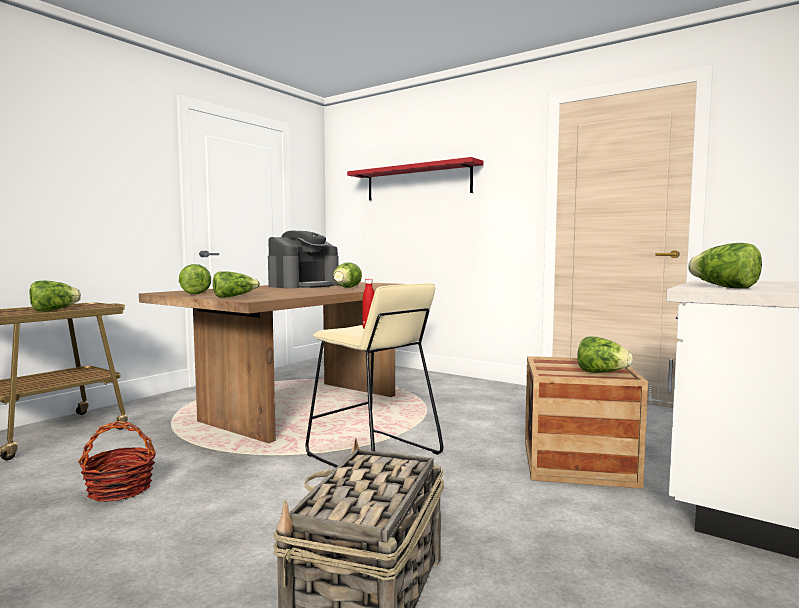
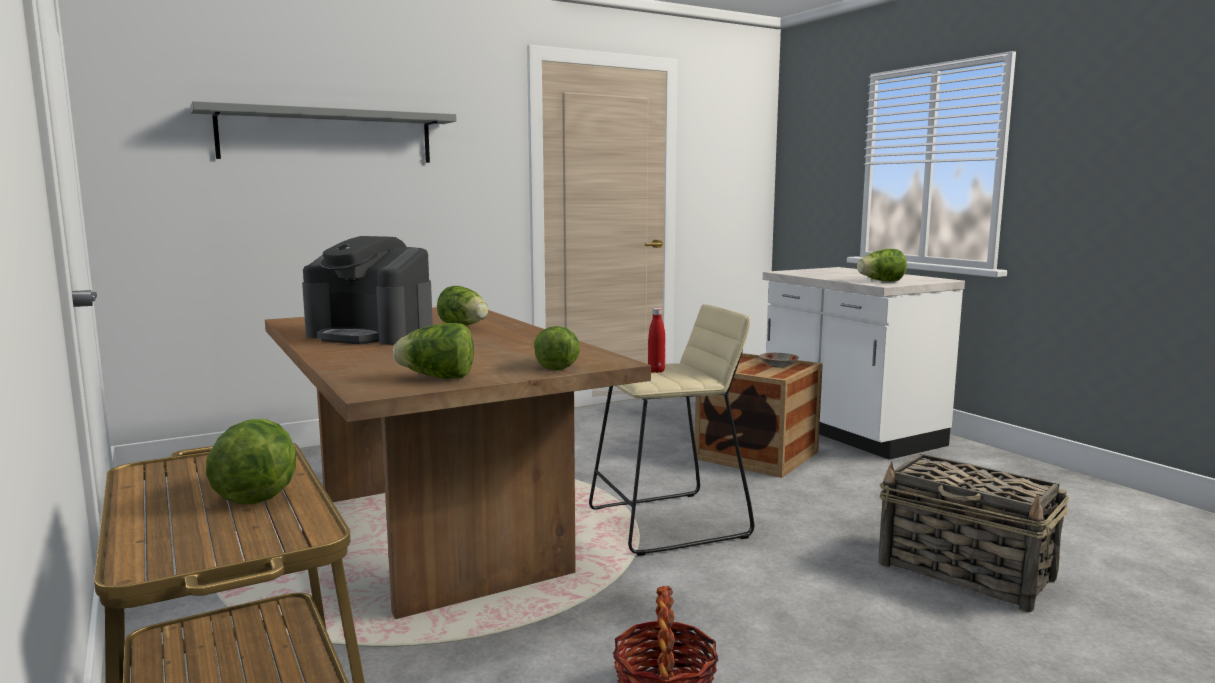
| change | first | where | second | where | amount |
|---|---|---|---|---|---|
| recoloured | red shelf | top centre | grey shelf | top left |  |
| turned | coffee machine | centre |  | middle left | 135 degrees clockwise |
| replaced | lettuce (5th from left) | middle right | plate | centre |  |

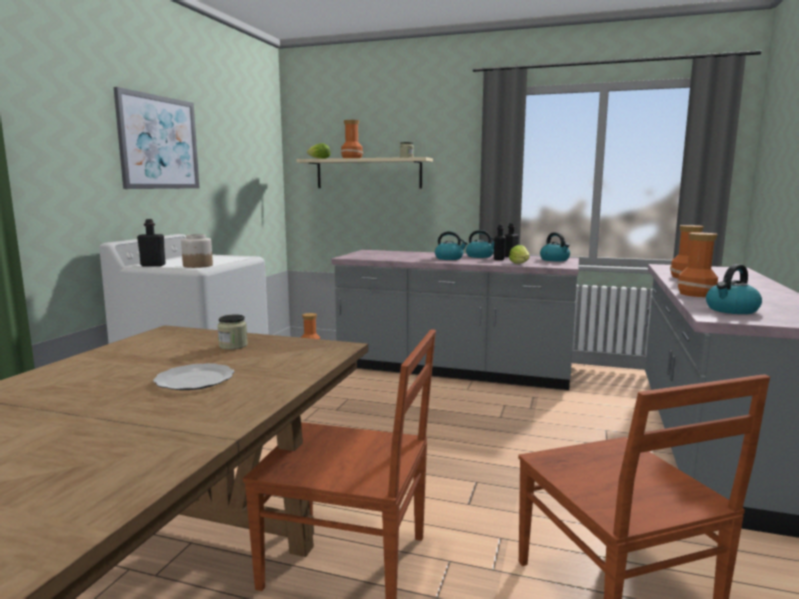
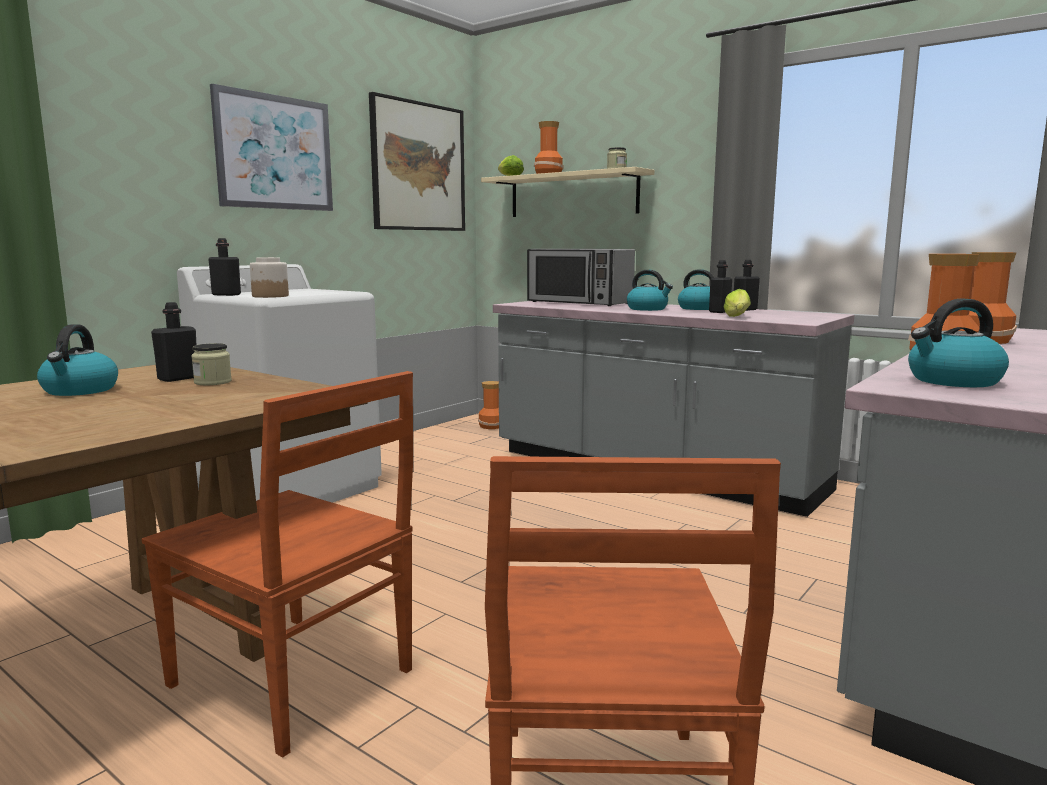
| change | first | where | second | where | amount |
|---|---|---|---|---|---|
| moved | kettle (3rd from left in the first image) | middle right | kettle (1st from left) | middle left |  |
| added |  |  | black bottle (1st from left) | middle left |  |
| added |  |  | picture (2nd from left) | top centre |  |
| added |  |  | microwave | centre |  |
| removed | plate | middle left |  |  |  |

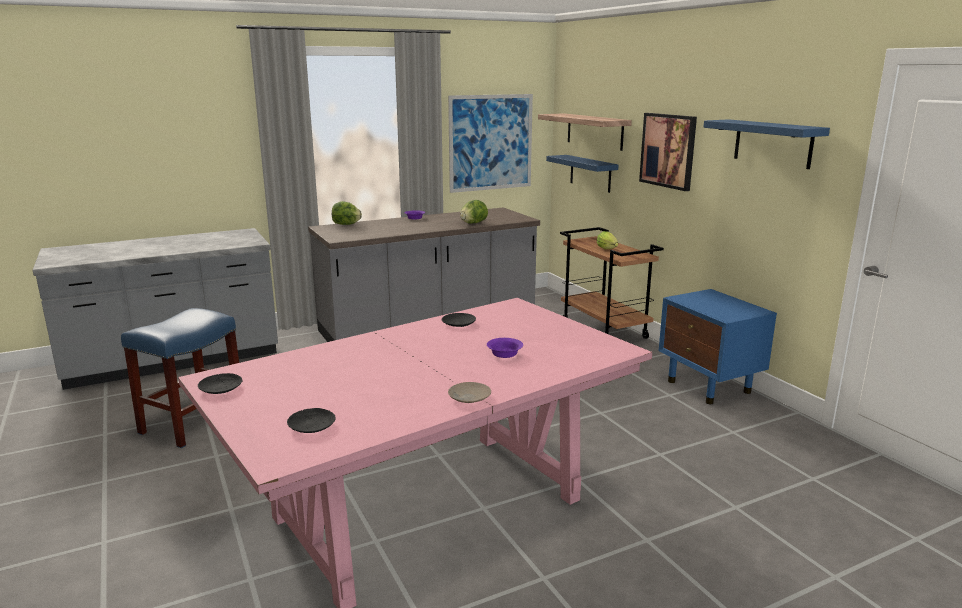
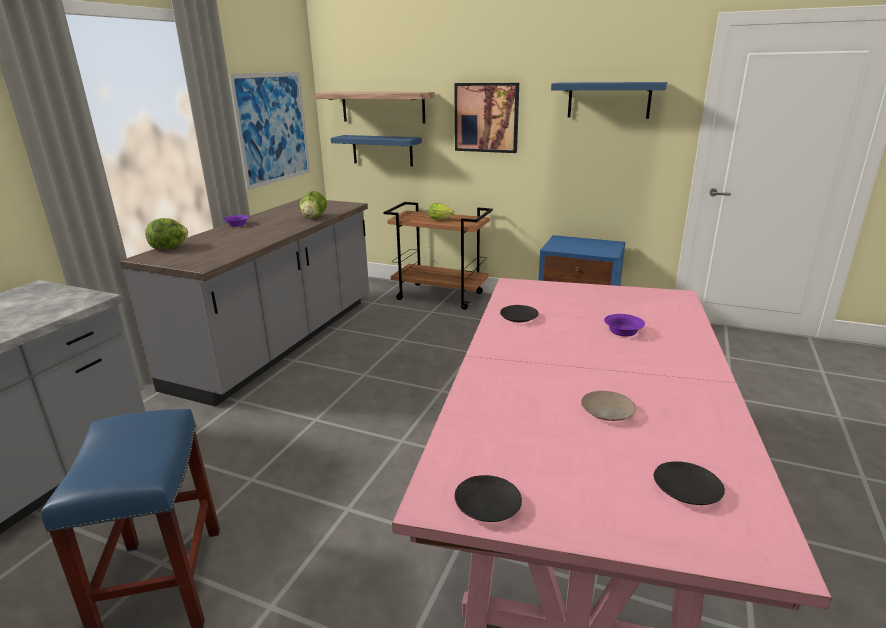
| change | first | where | second | where | amount |
|---|---|---|---|---|---|
| moved | beige plate | centre |  | middle right |  |

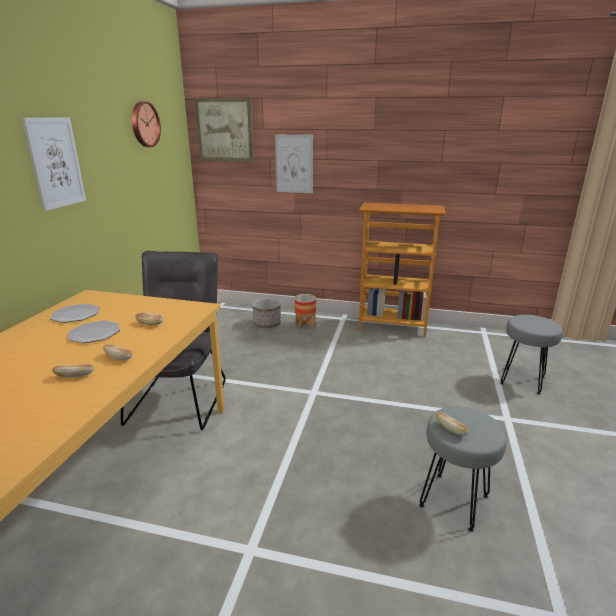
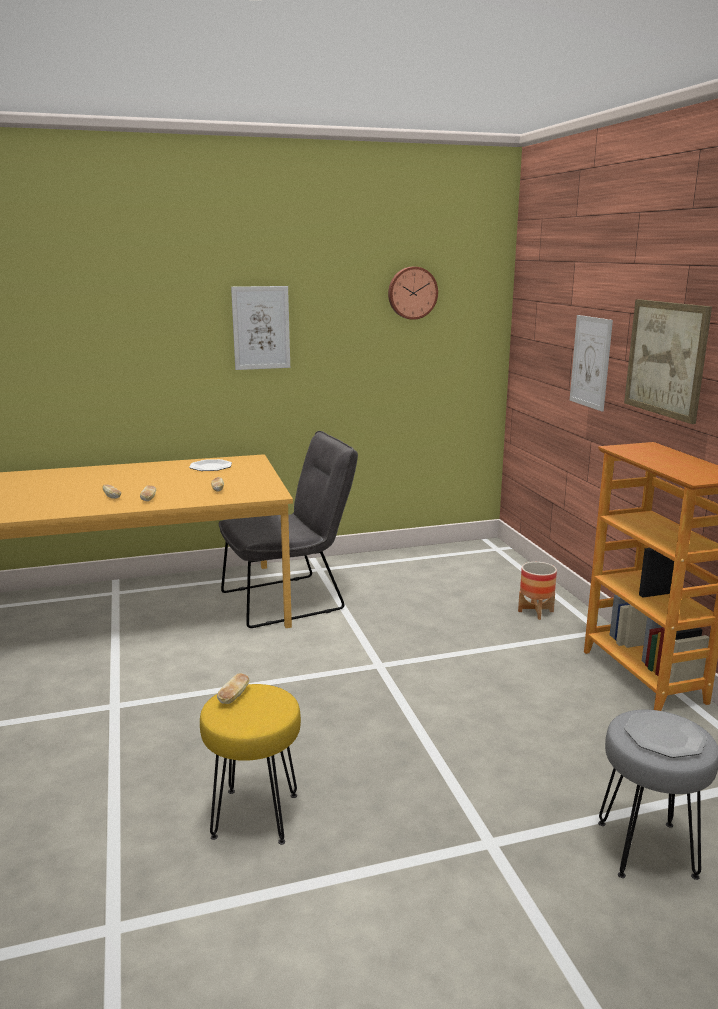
| change | first | where | second | where | amount |
|---|---|---|---|---|---|
| recoloured | grey stool (1st from left) | bottom right | yellow stool | bottom centre |  |
| moved | picture (2nd from left in the first image) | top centre | picture (3rd from left) | middle right |  |
| moved | plate (2nd from left) | middle left |  | bottom right |  |
| removed | planter (1st from left) | centre |  |  |  |

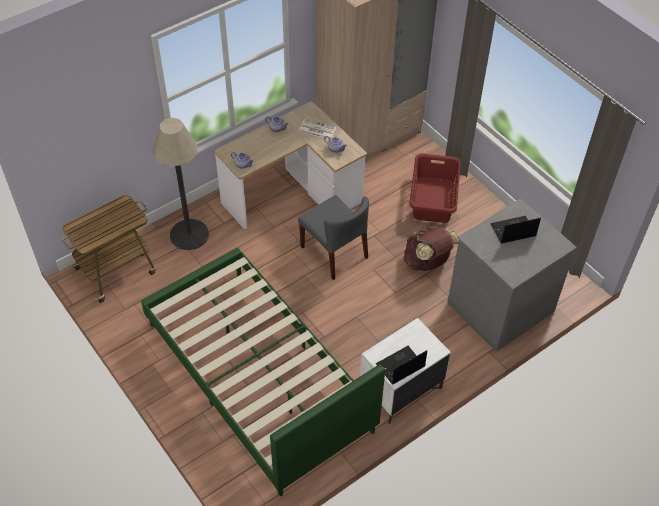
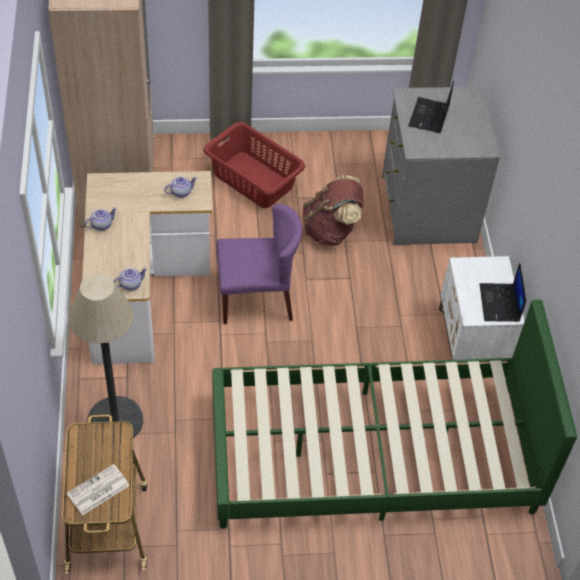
| change | first | where | second | where | amount |
|---|---|---|---|---|---|
| moved | newspaper | top centre |  | bottom left |  |
| recoloured | grey chair | centre | purple chair | centre |  |

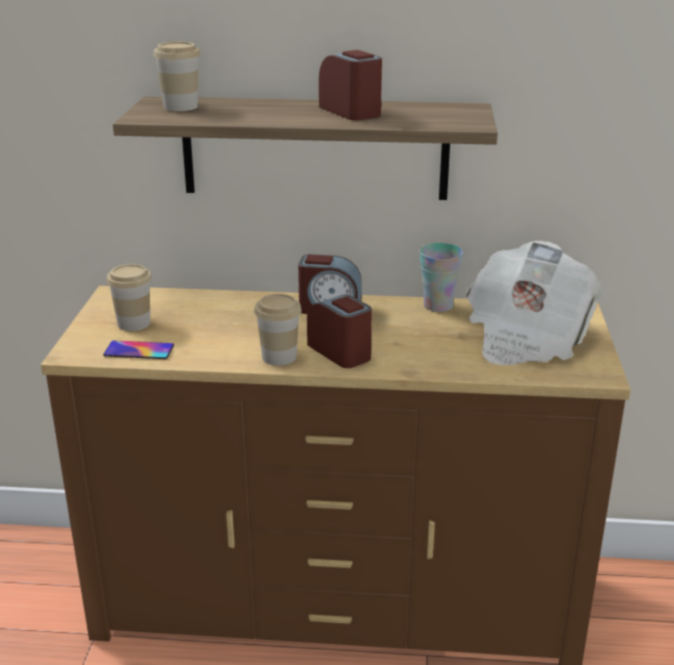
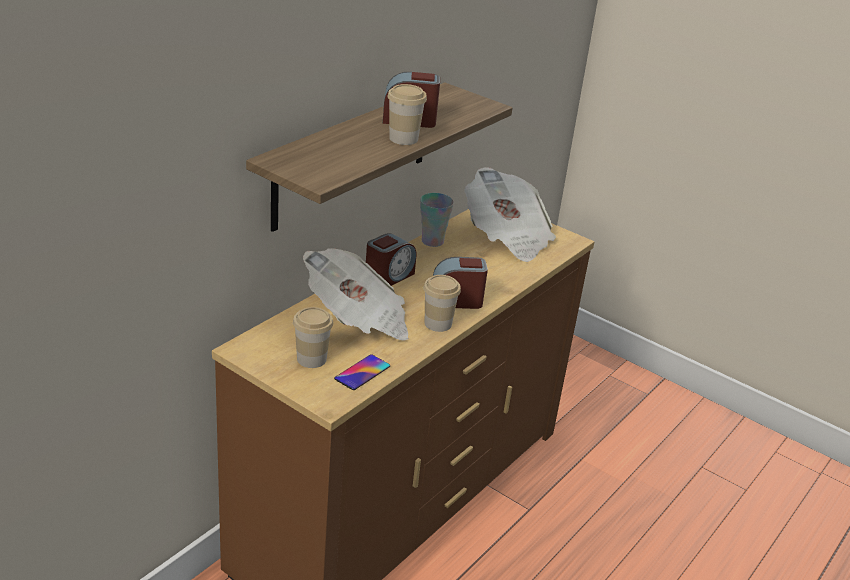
| change | first | where | second | where | amount |
|---|---|---|---|---|---|
| added |  |  | newspaper (1st from left) | centre |  |
| moved | cup (2nd from left) | top left |  | top centre |  |

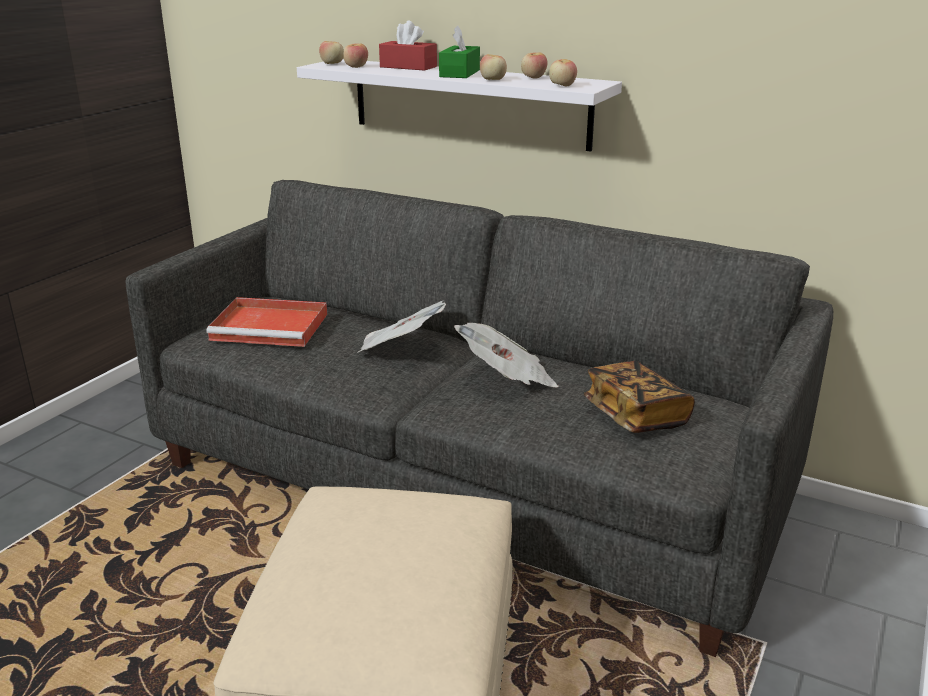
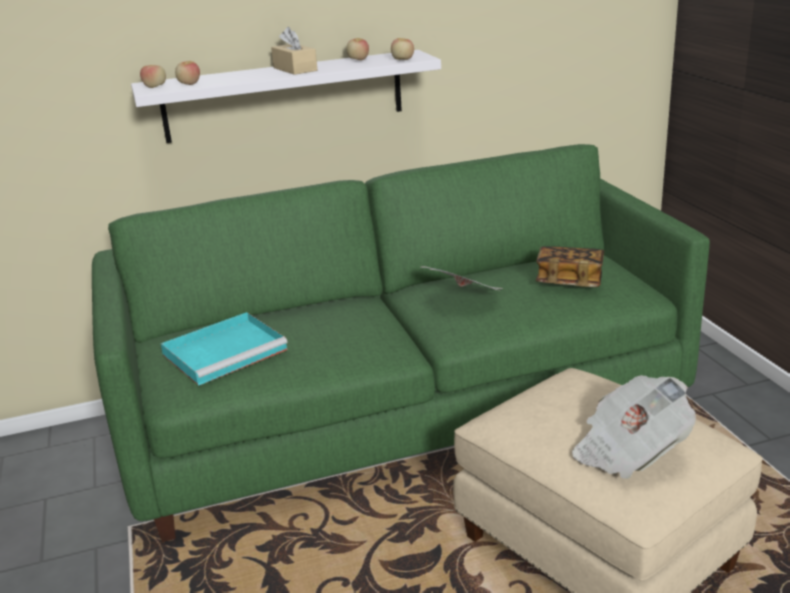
| change | first | where | second | where | amount |
|---|---|---|---|---|---|
| recoloured | grey sofa | centre | green sofa | centre |  |
| recoloured | red tray | middle left | turquoise tray | middle left |  |
| recoloured | green tissue box | top centre | beige tissue box | top centre |  |
| moved | newspaper (1st from left in the first image) | centre | newspaper (2nd from left) | bottom right |  |
| removed | red tissue box | top centre |  |  |  |
| removed | apple (3rd from left) | top centre |  |  |  |

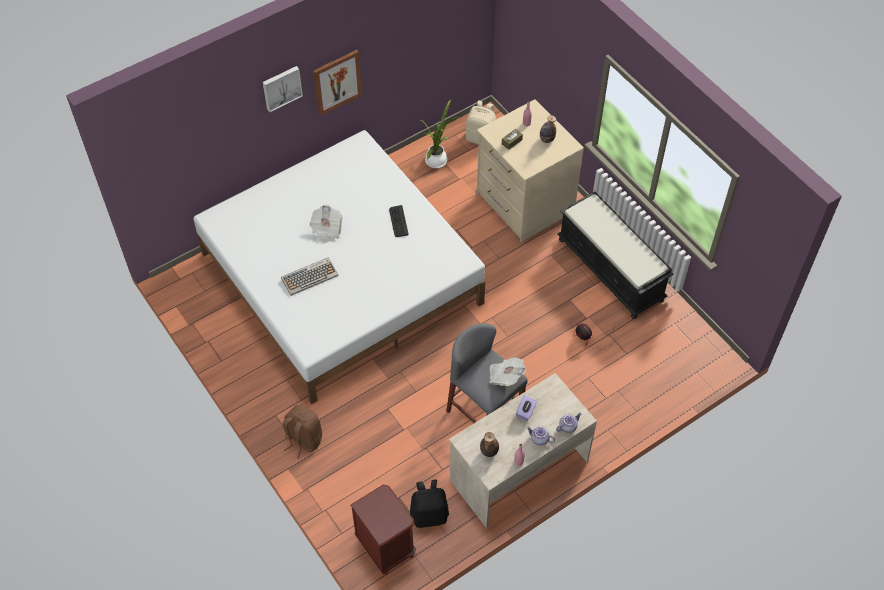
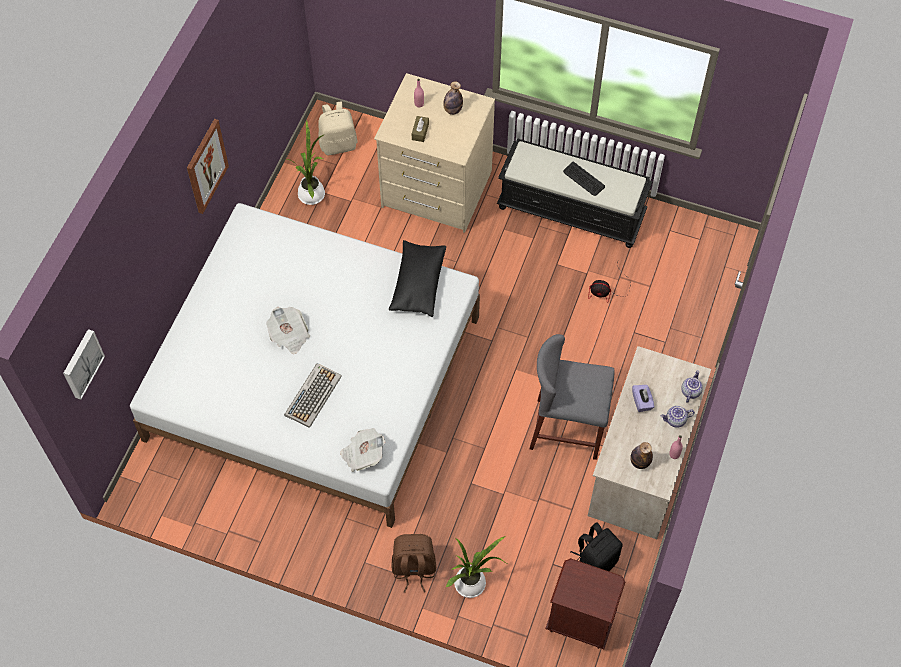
| change | first | where | second | where | amount |
|---|---|---|---|---|---|
| moved | picture (1st from left) | top left |  | middle left |  |
| moved | newspaper (2nd from left) | centre |  | bottom centre |  |
| added |  |  | black pillow | centre |  |
| added |  |  | potted plant (2nd from left) | bottom centre |  |
| moved | keyboard (2nd from left) | centre |  | top centre |  |

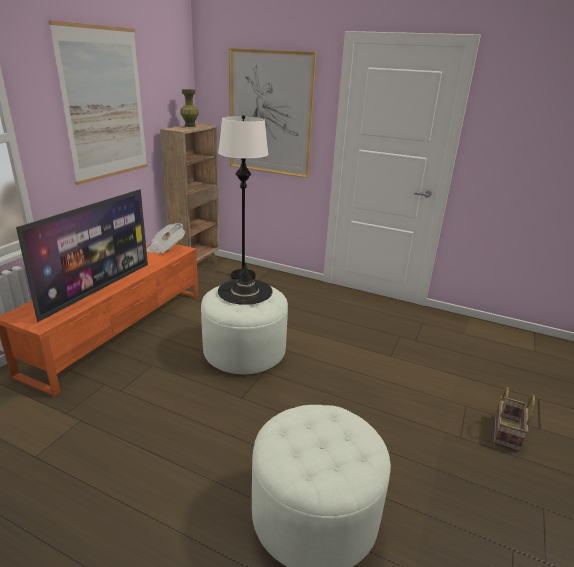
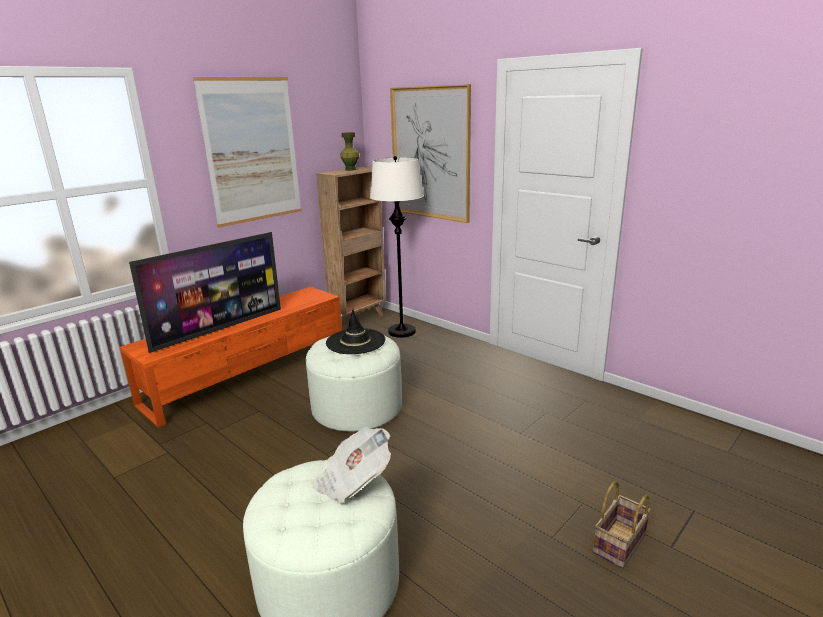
| change | first | where | second | where | amount |
|---|---|---|---|---|---|
| moved | newspaper | middle left |  | bottom centre |  |

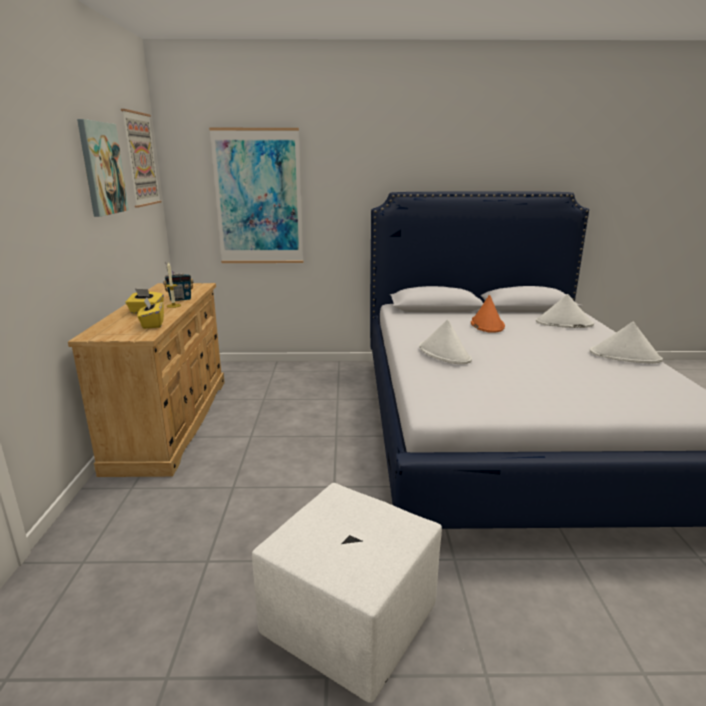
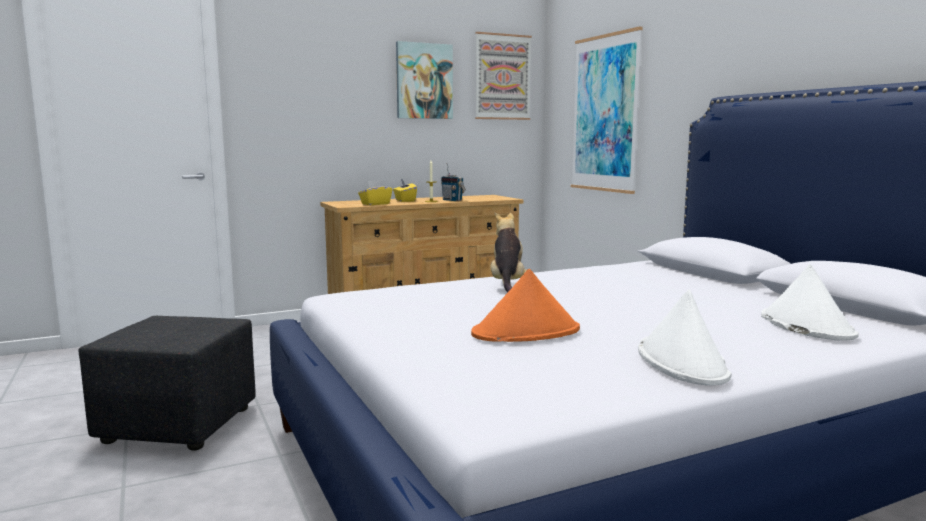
| change | first | where | second | where | amount |
|---|---|---|---|---|---|
| recoloured | white ottoman | bottom centre | black ottoman | bottom left |  |
| moved | orange hat | middle right |  | centre |  |
| replaced | white hat (1st from left) | centre | plush toy | centre |  |

